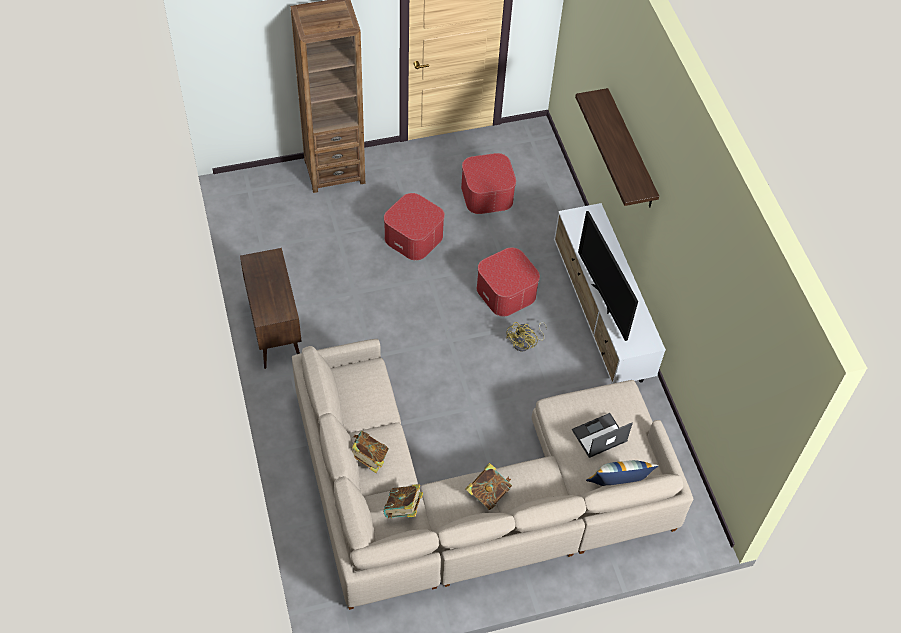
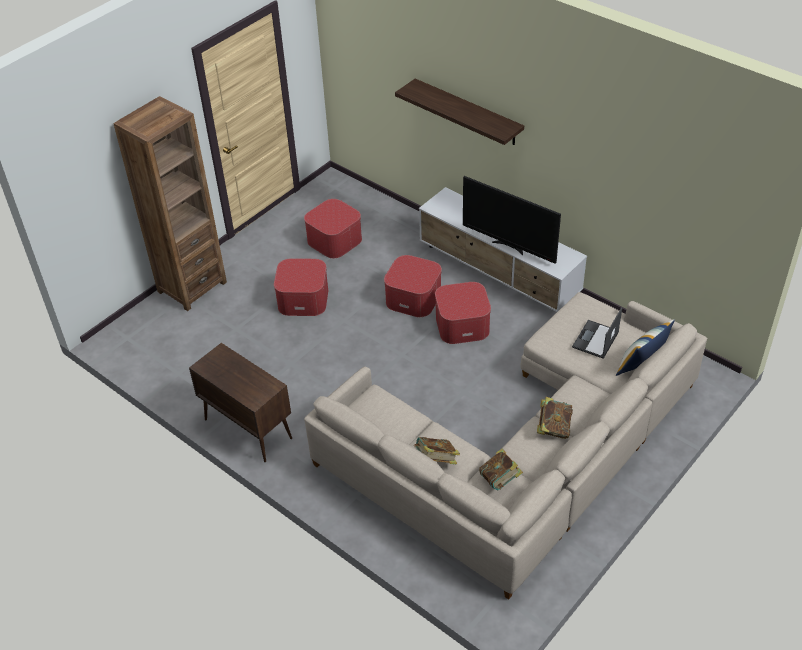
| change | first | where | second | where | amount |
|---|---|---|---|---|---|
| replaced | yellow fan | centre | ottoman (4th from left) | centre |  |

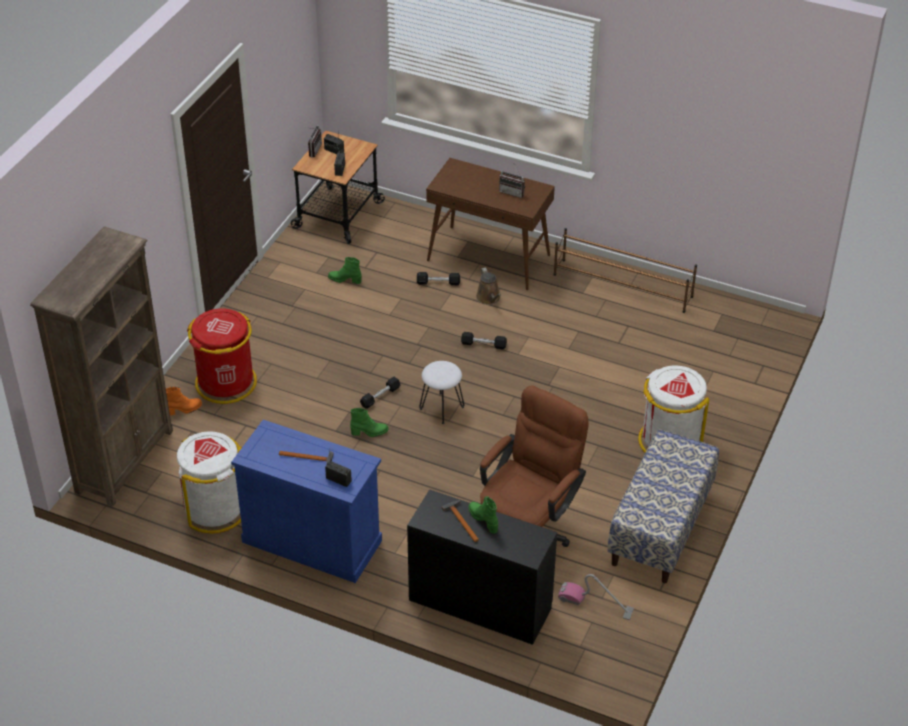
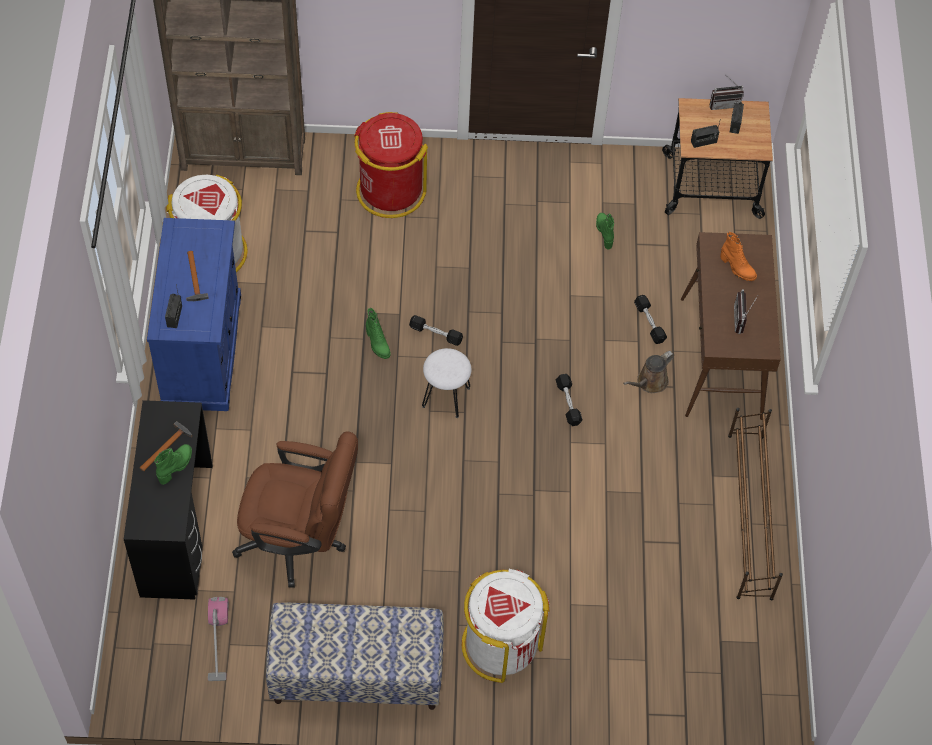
| change | first | where | second | where | amount |
|---|---|---|---|---|---|
| moved | orange boot | middle left |  | middle right |  |

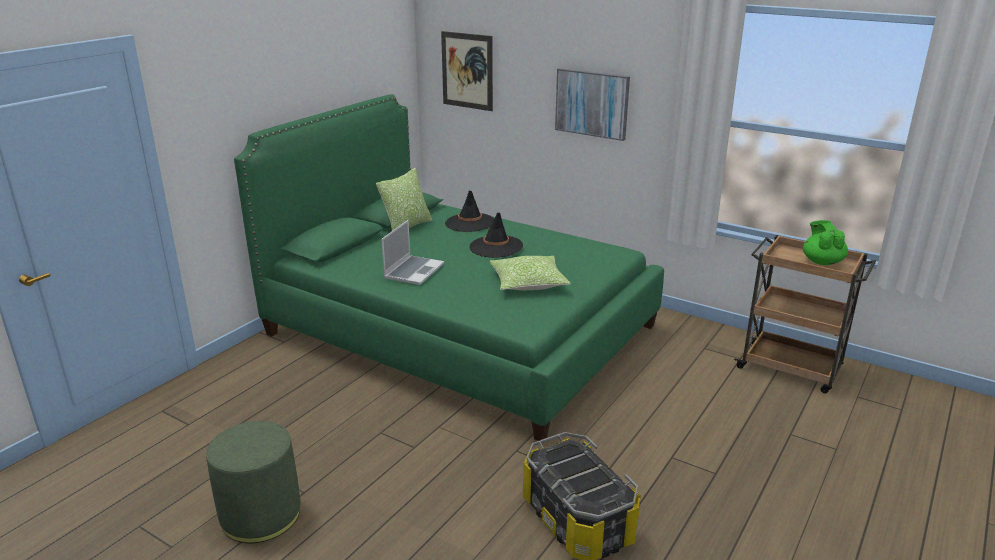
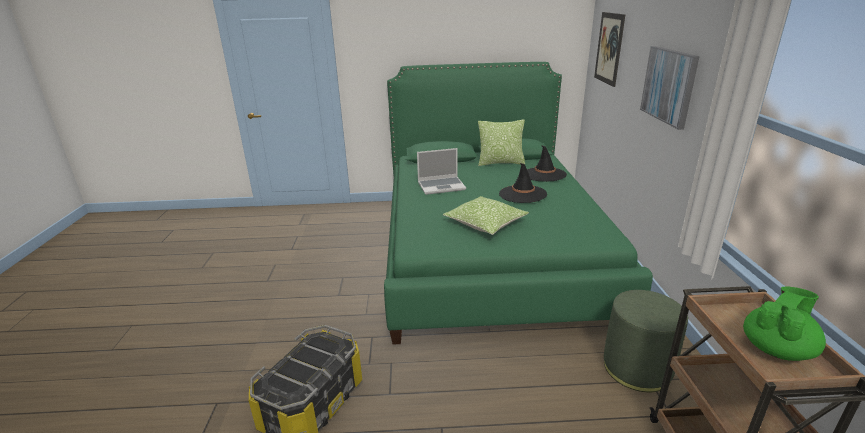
| change | first | where | second | where | amount |
|---|---|---|---|---|---|
| moved | green ottoman | bottom left |  | bottom right |  |

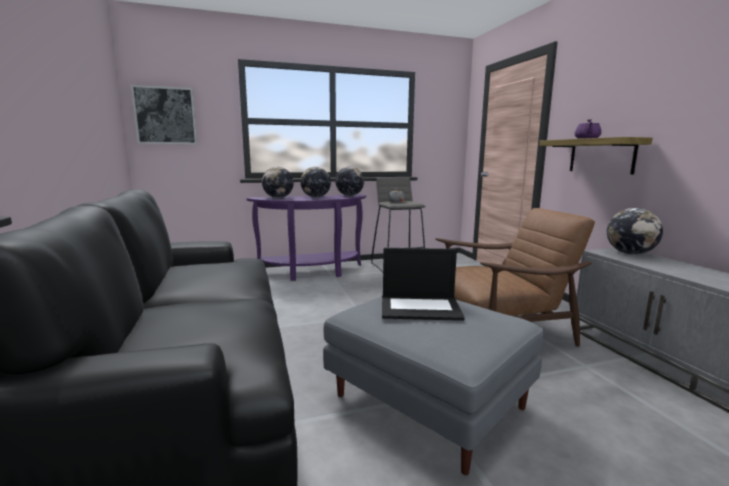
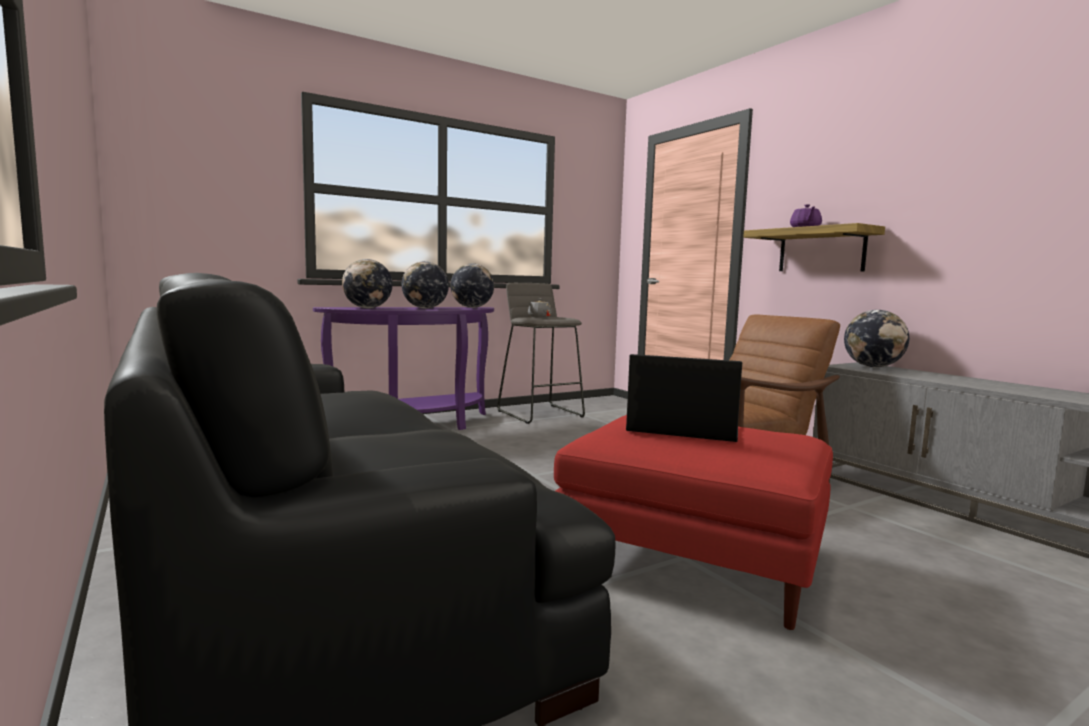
| change | first | where | second | where | amount |
|---|---|---|---|---|---|
| recoloured | grey ottoman | bottom centre | red ottoman | bottom centre |  |
| turned | laptop | centre |  | centre | 150 degrees counterclockwise |
| removed | picture | top left |  |  |  |

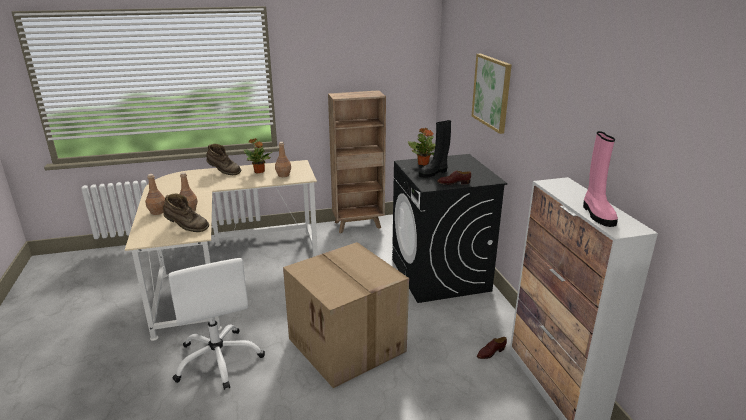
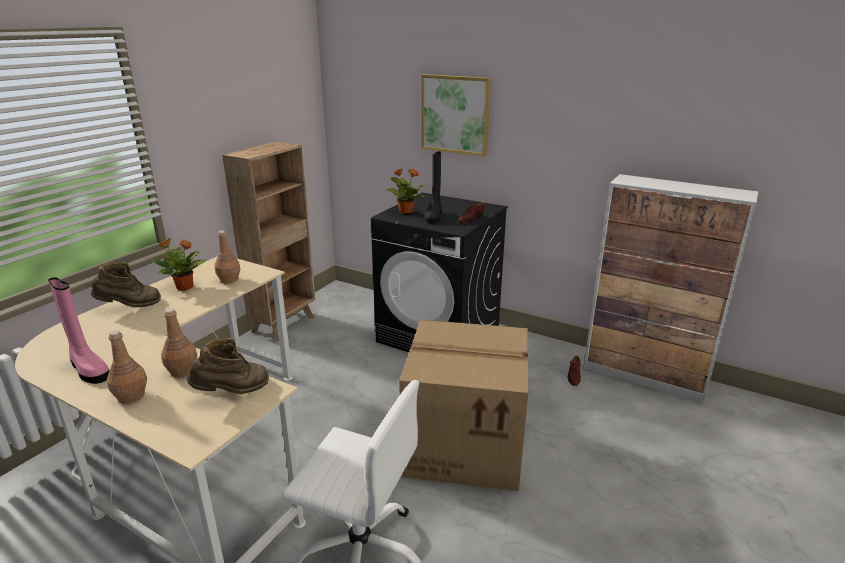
| change | first | where | second | where | amount |
|---|---|---|---|---|---|
| moved | pink boot | middle right |  | middle left |  |

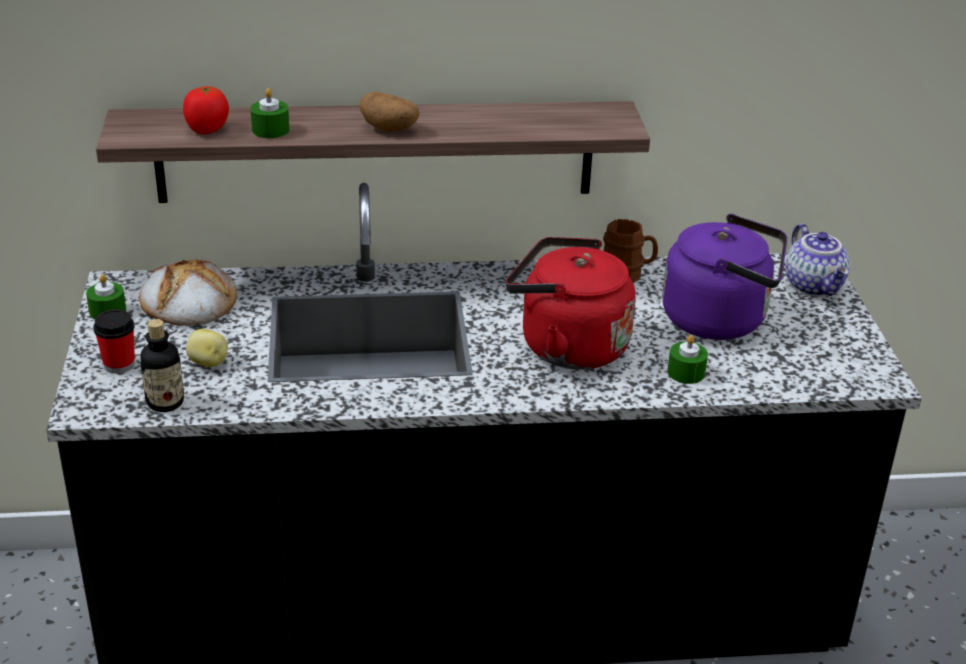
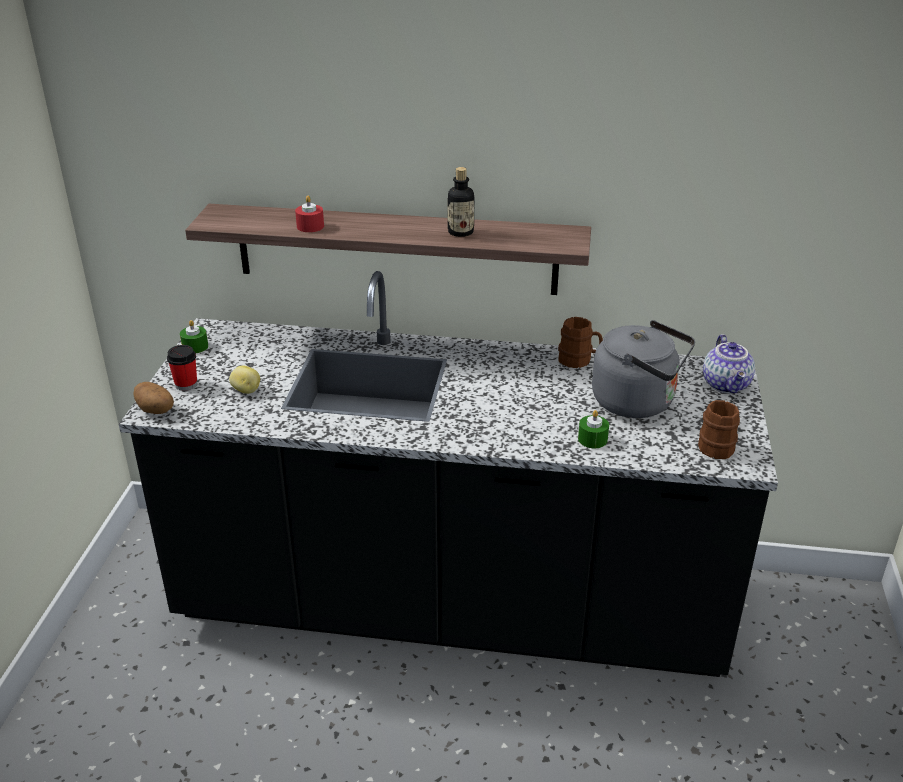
| change | first | where | second | where | amount |
|---|---|---|---|---|---|
| moved | potato (2nd from left in the first image) | top centre | potato (1st from left) | middle left |  |
| recoloured | green candle (2nd from left) | top left | red candle | top centre |  |
| moved | bottle | middle left |  | top centre |  |
| recoloured | purple kettle | middle right | grey kettle | middle right |  |
| added |  |  | brown mug (2nd from left) | middle right |  |
| removed | bread | middle left |  |  |  |
| removed | tomato | top left |  |  |  |
| removed | red kettle | centre |  |  |  |

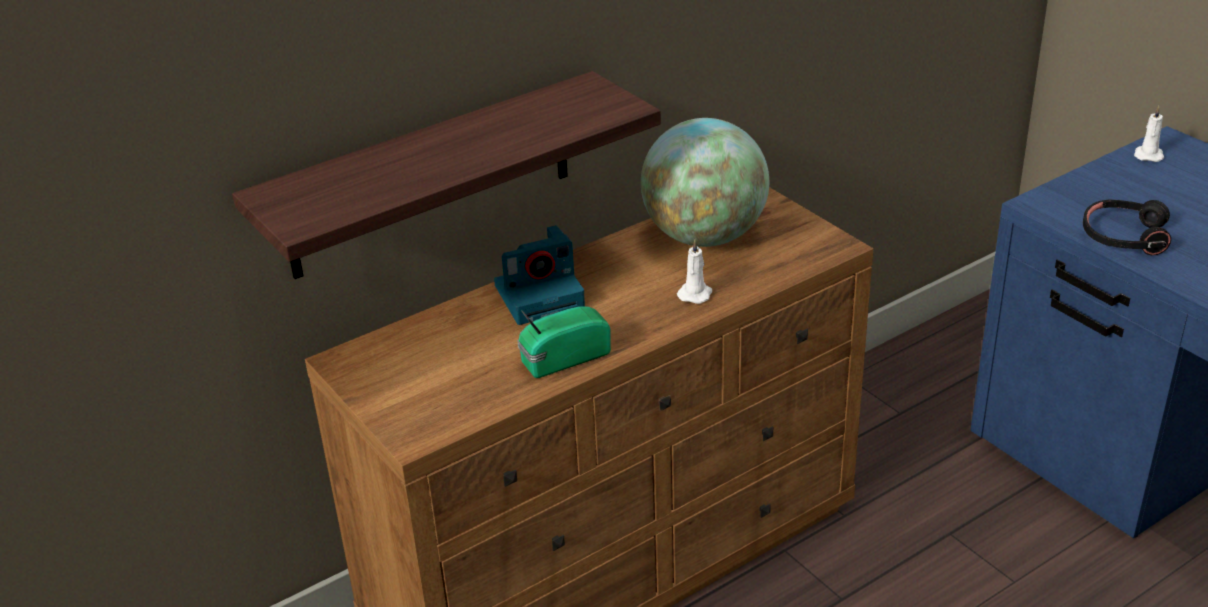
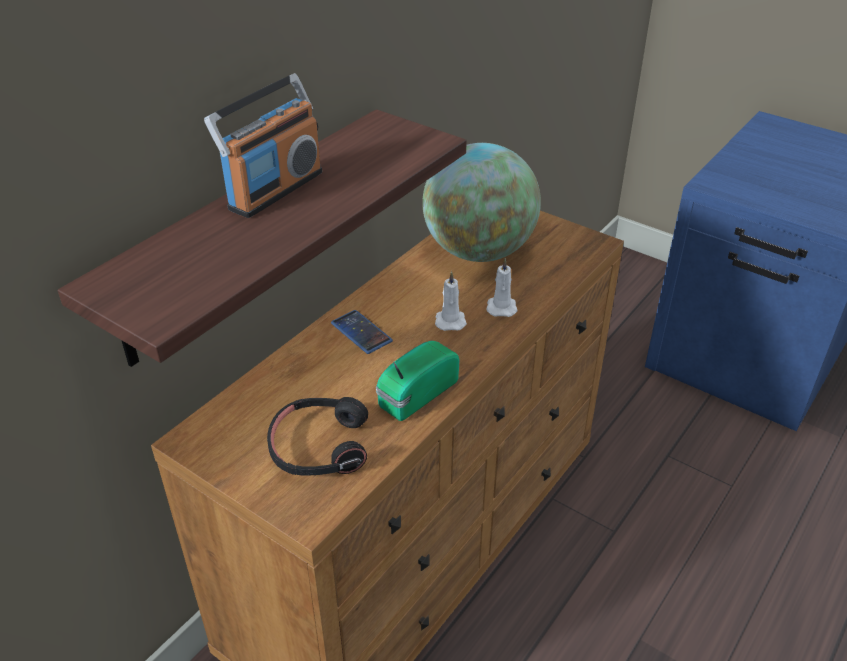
| change | first | where | second | where | amount |
|---|---|---|---|---|---|
| added |  |  | radio (1st from left) | top left |  |
| moved | black headphones | middle right |  | centre |  |
| replaced | photo camera | centre | phone | centre |  |
| moved | white candle (2nd from left in the first image) | top right | white candle (1st from left) | centre |  |

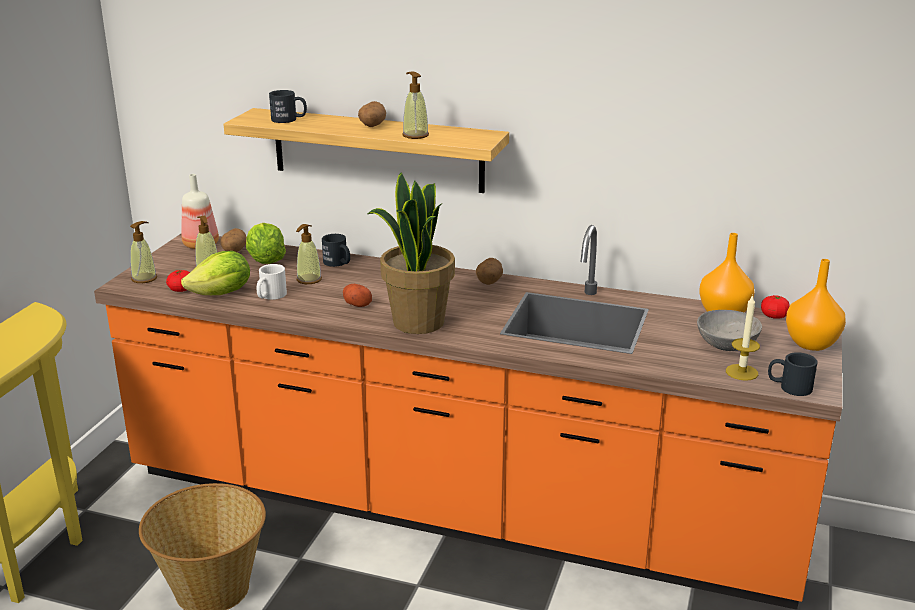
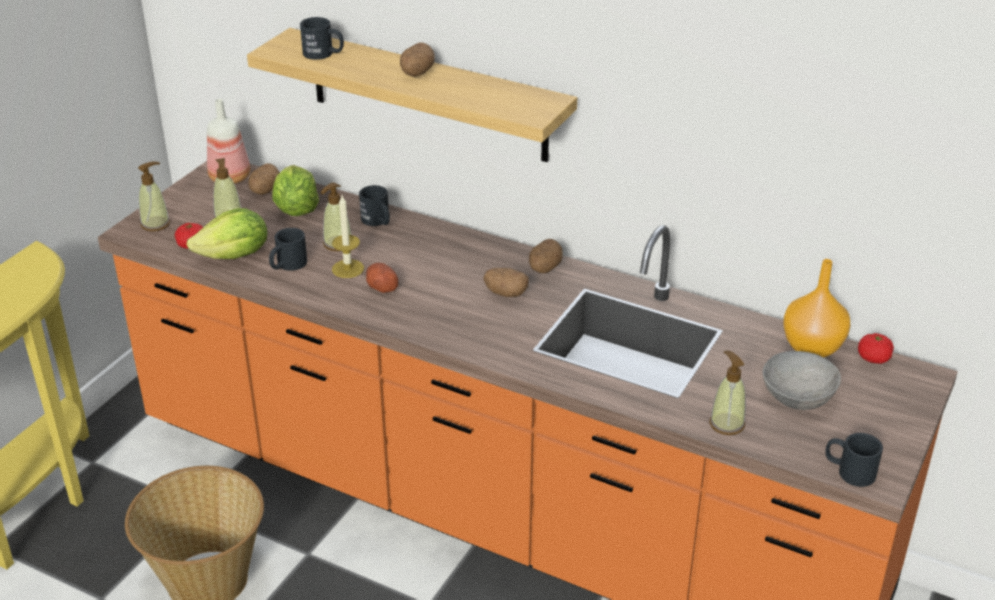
| change | first | where | second | where | amount |
|---|---|---|---|---|---|
| recoloured | white mug | middle left | black mug (1st from left) | middle left |  |
| moved | candle | middle right |  | centre |  |
| added |  |  | potato (4th from left) | centre |  |
| moved | soap dispenser (4th from left) | top centre |  | middle right |  |
| removed | potted plant | centre |  |  |  |
| removed | orange vase (2nd from left) | middle right |  |  |  |

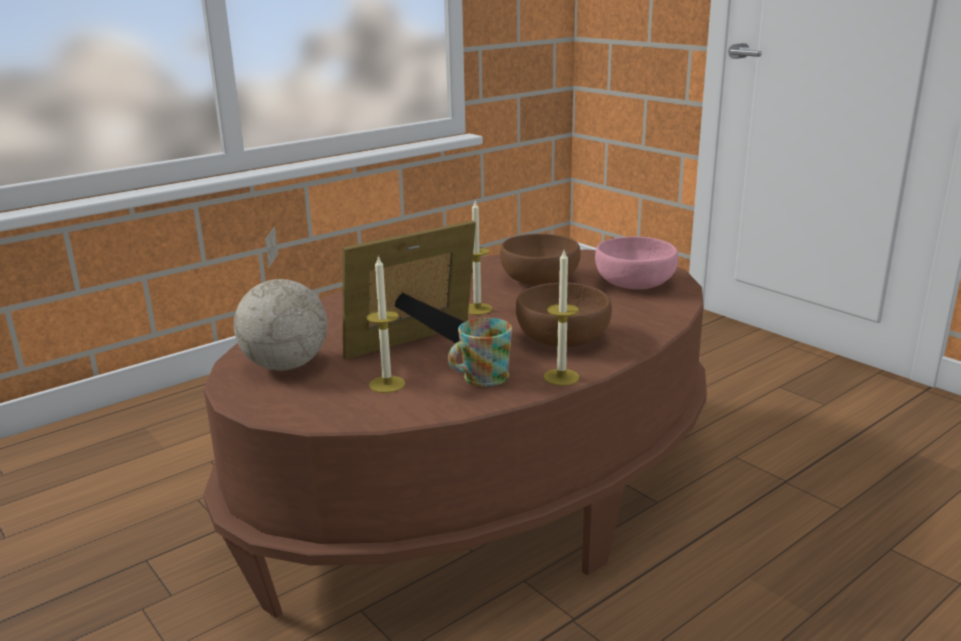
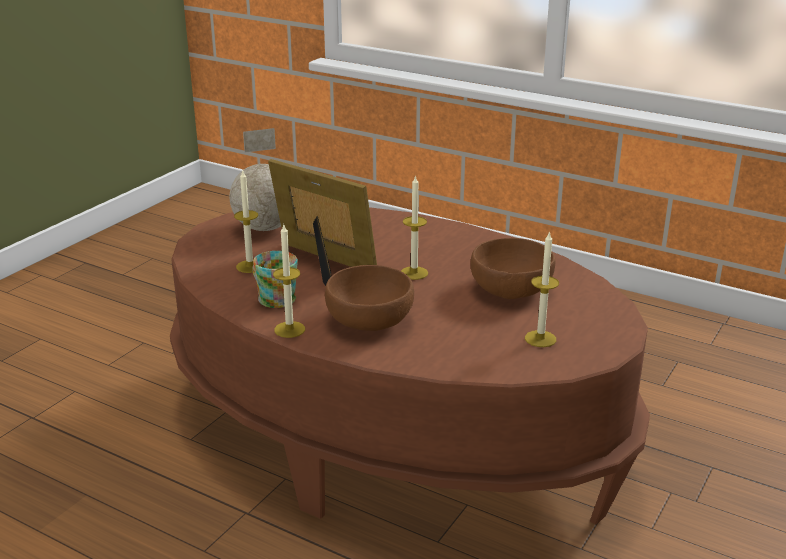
| change | first | where | second | where | amount |
|---|---|---|---|---|---|
| replaced | pink bowl | centre | candle (4th from left) | middle right |  |

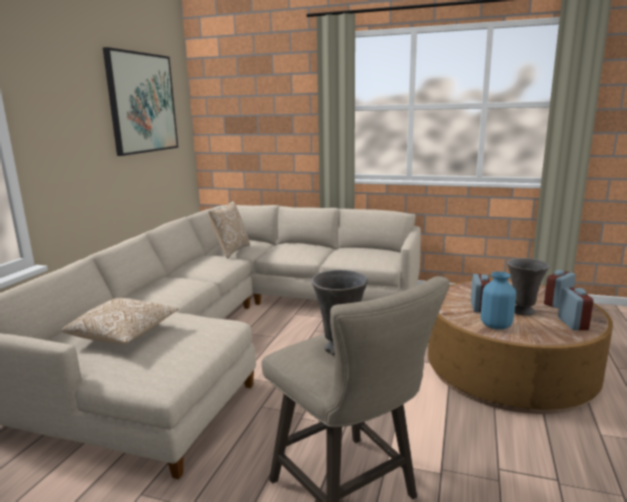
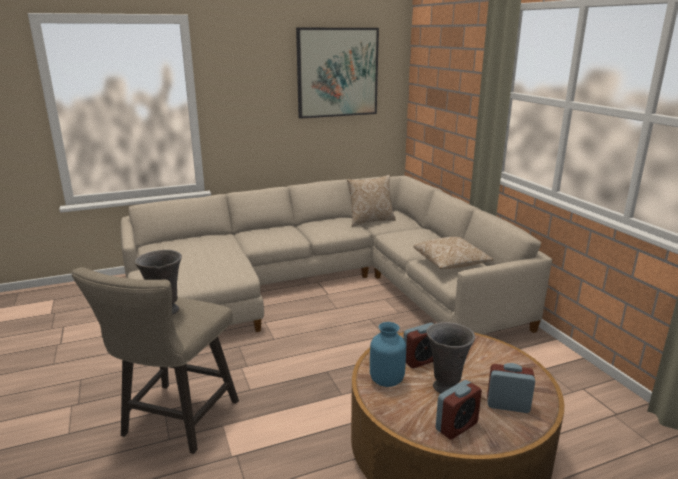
| change | first | where | second | where | amount |
|---|---|---|---|---|---|
| moved | pillow (1st from left in the first image) | middle left | pillow (2nd from left) | middle right |  |

